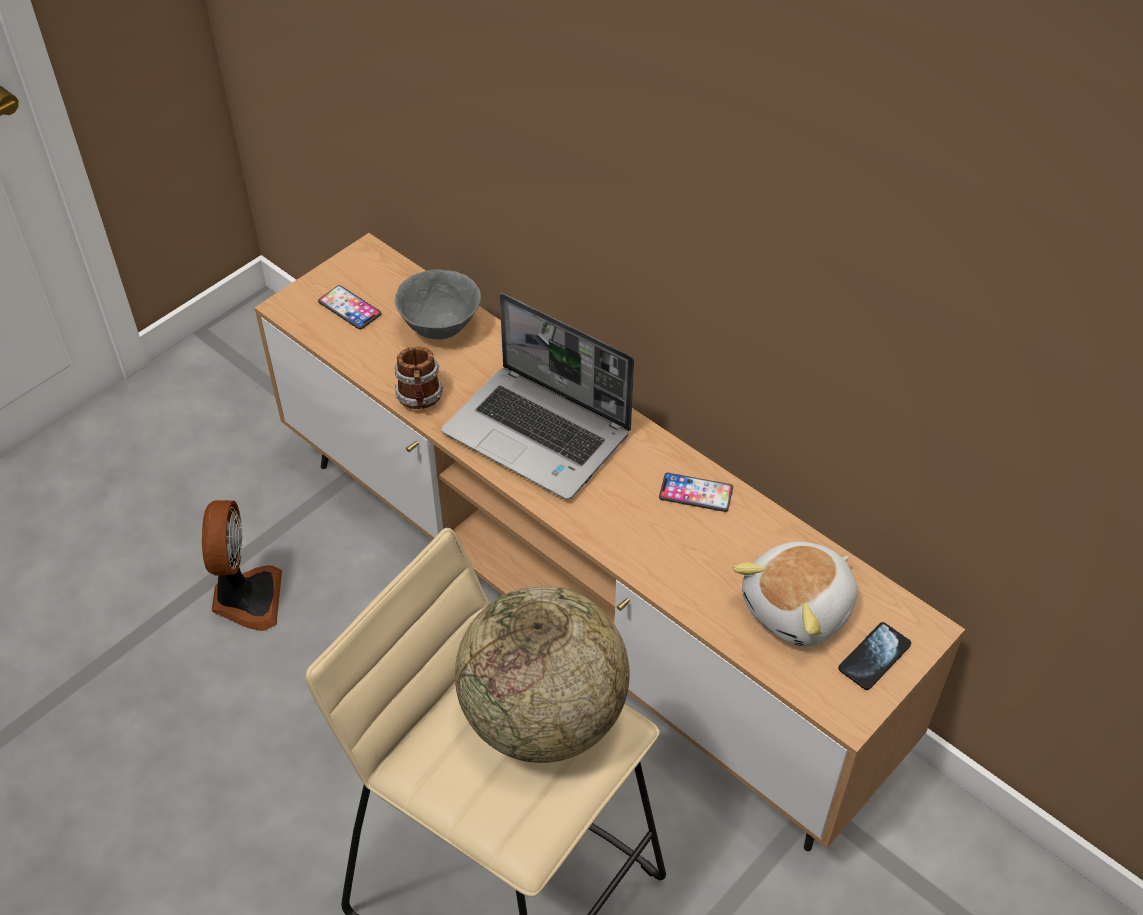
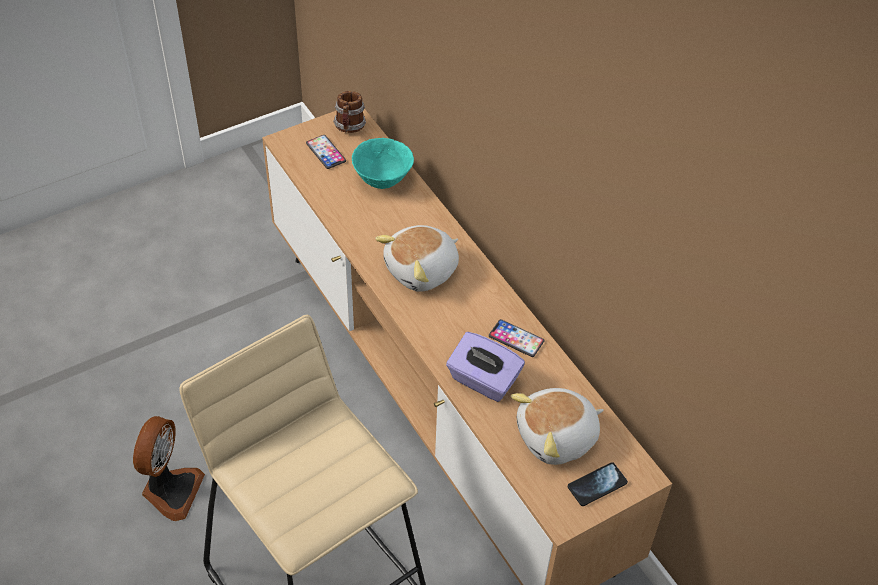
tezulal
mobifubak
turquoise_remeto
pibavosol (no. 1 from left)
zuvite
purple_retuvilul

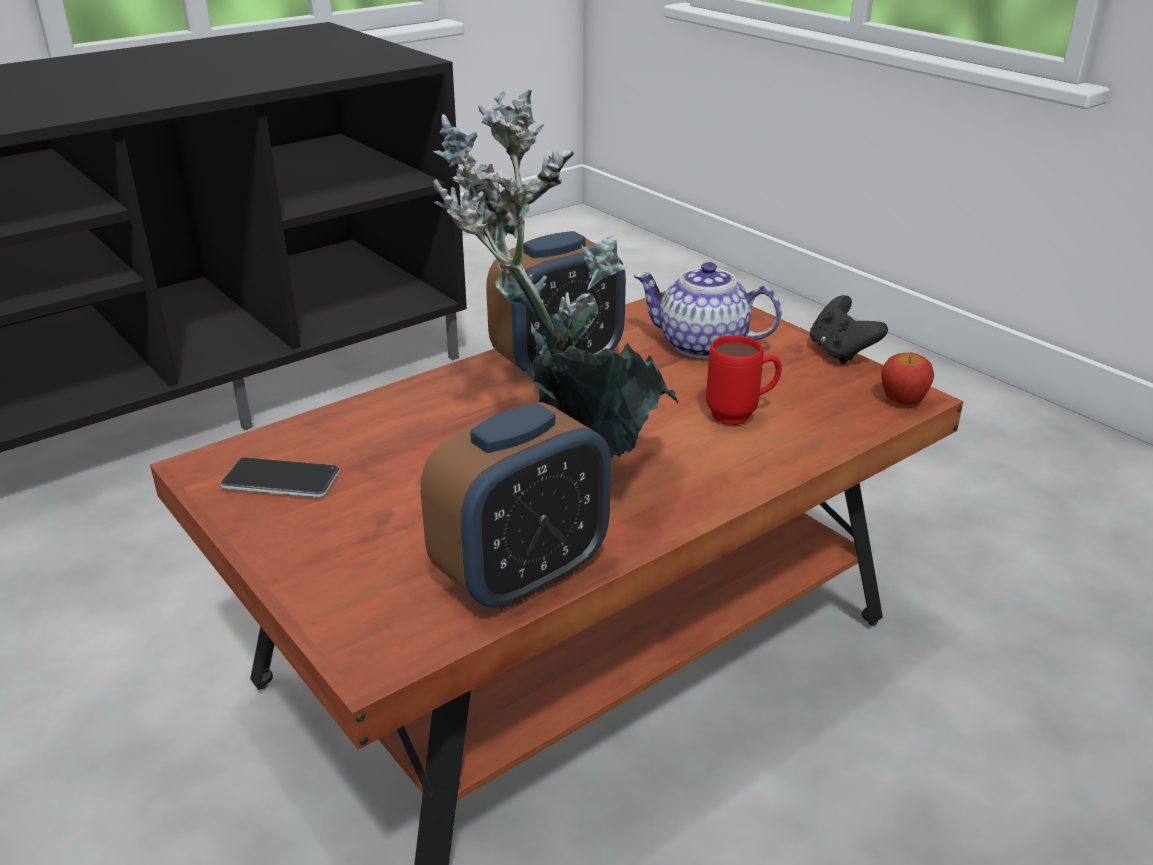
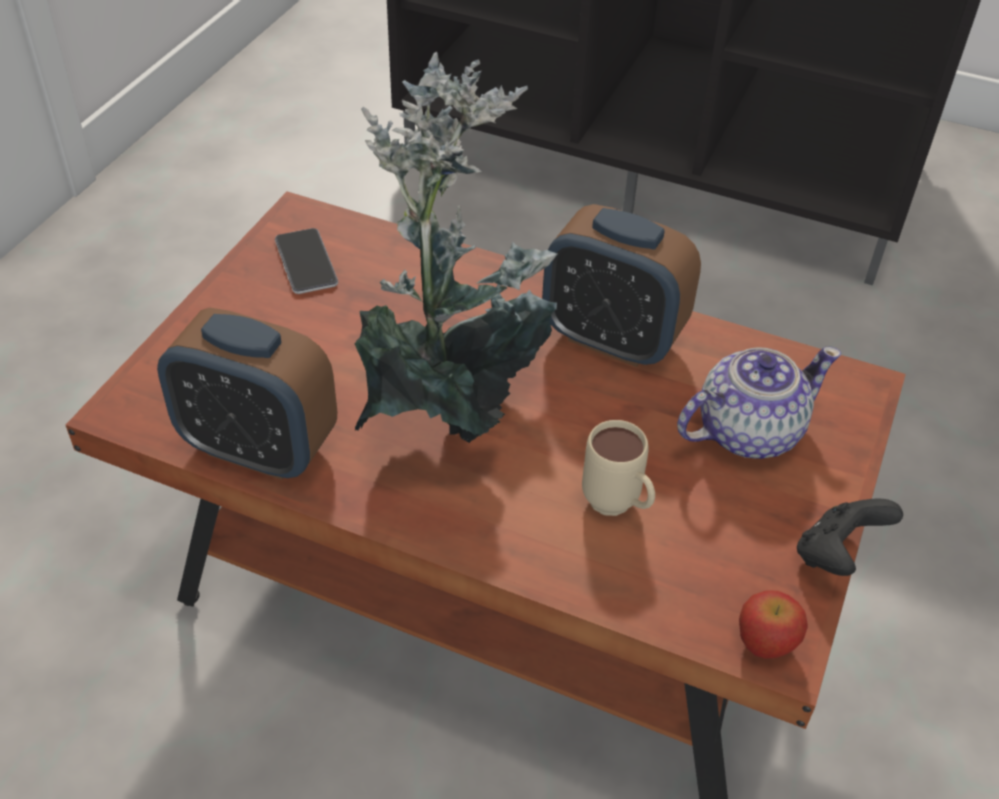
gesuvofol
beige_mobifubak

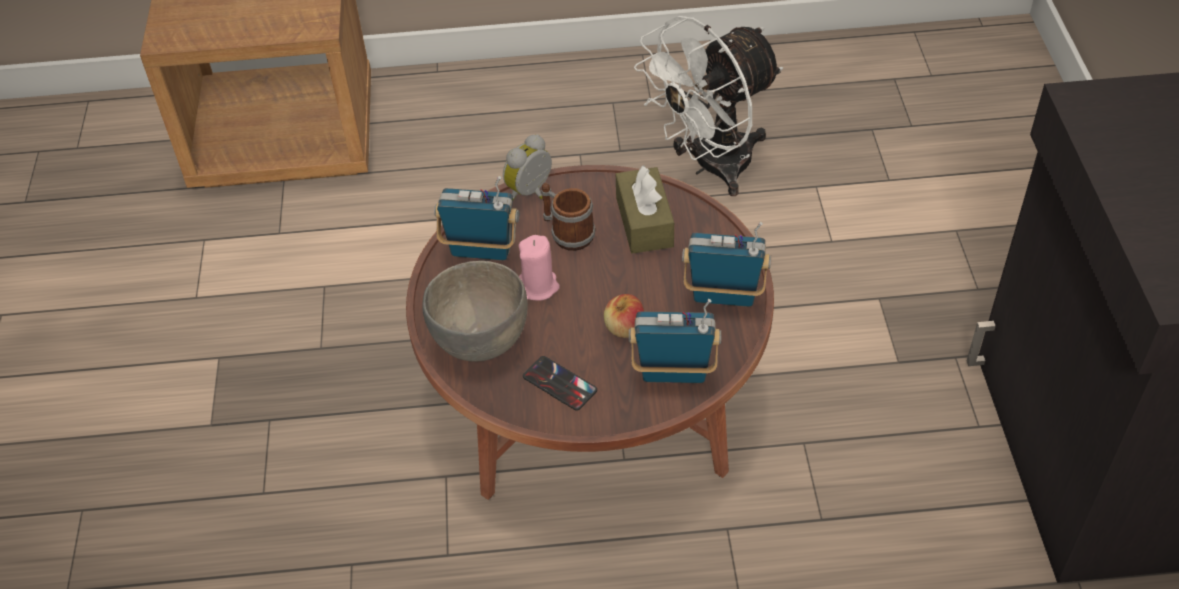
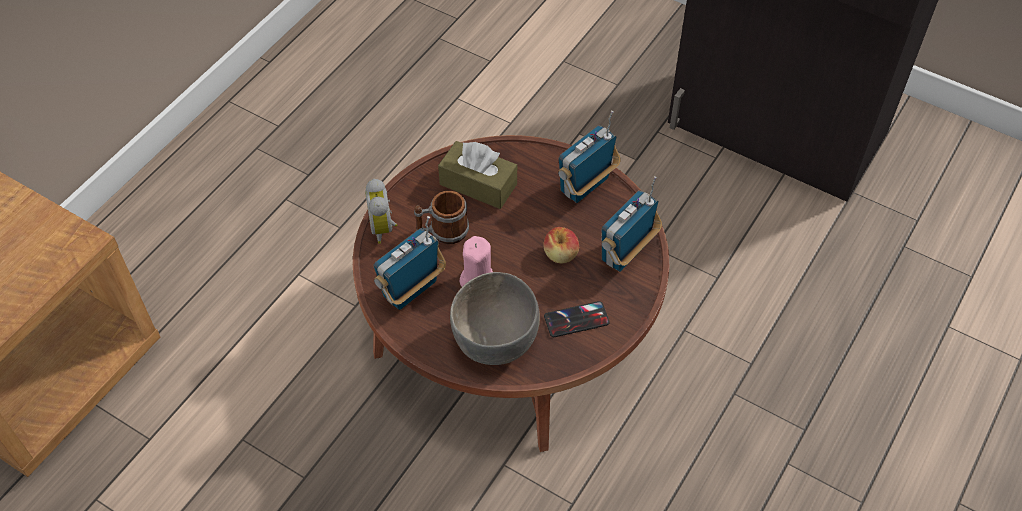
white_tezulal

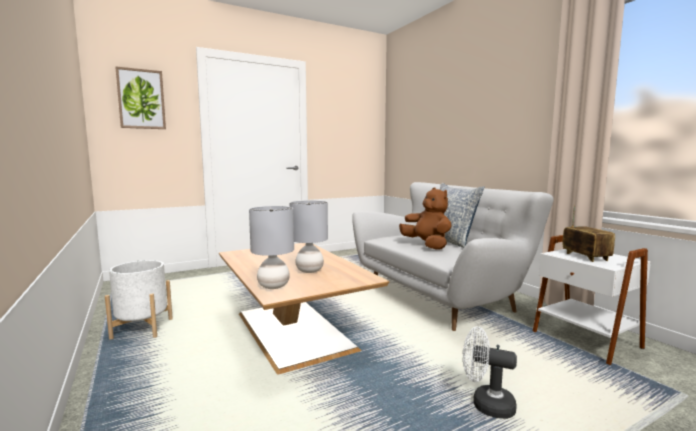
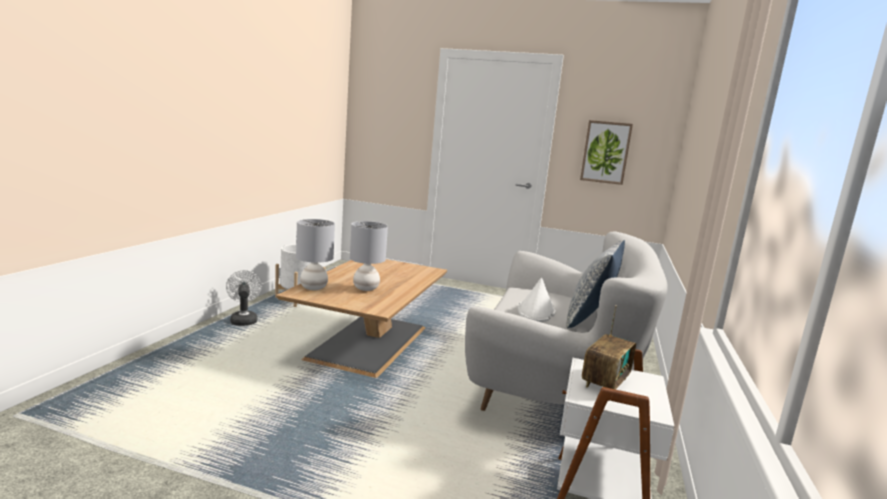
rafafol
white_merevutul
white_tezulal

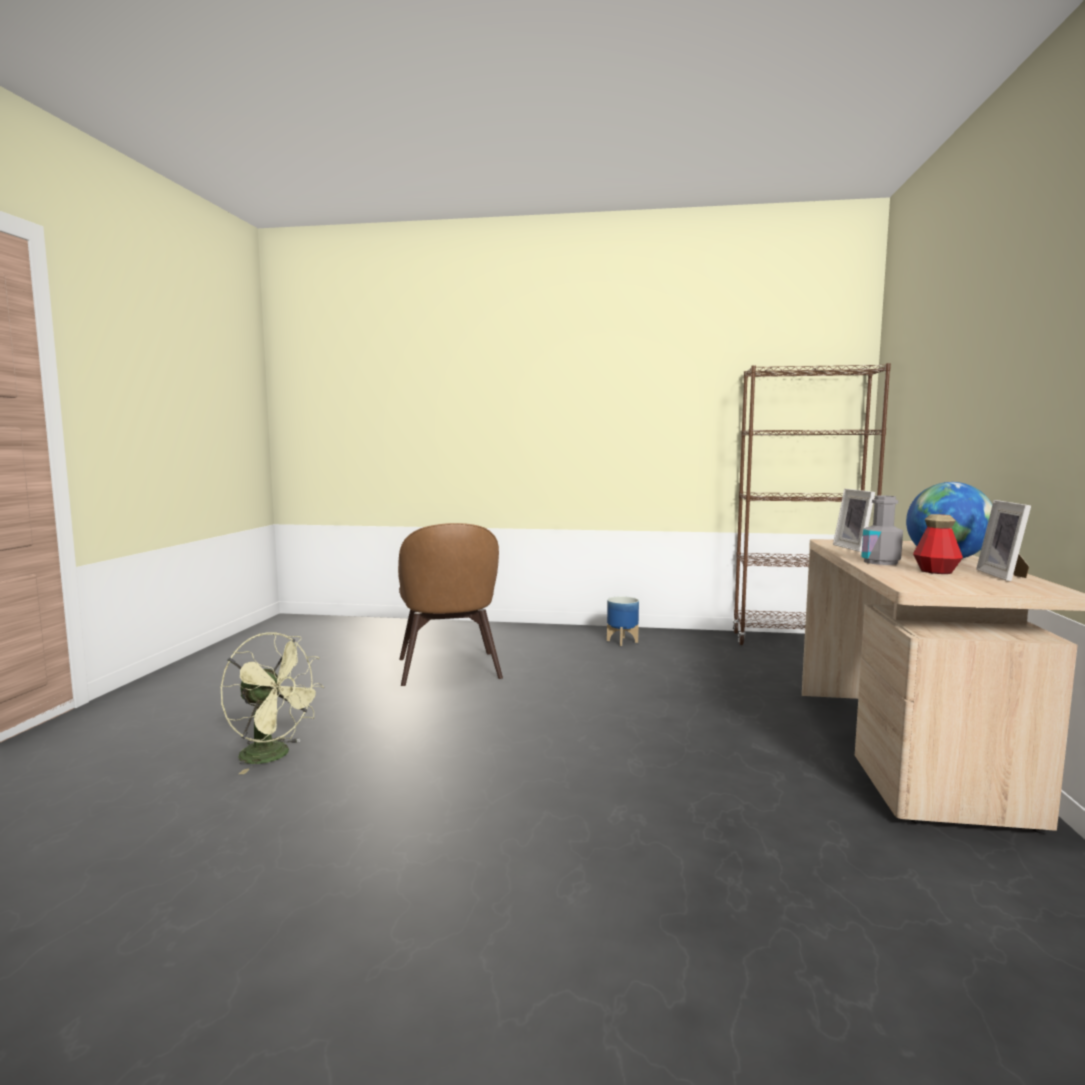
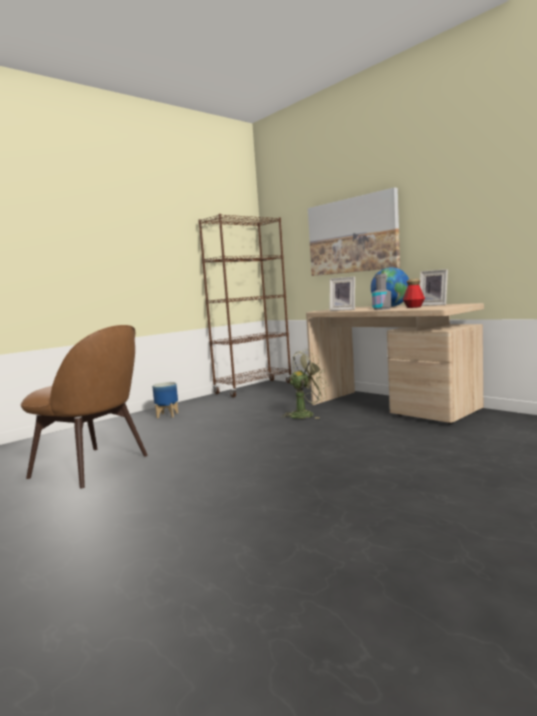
green_tezulal
rafafol

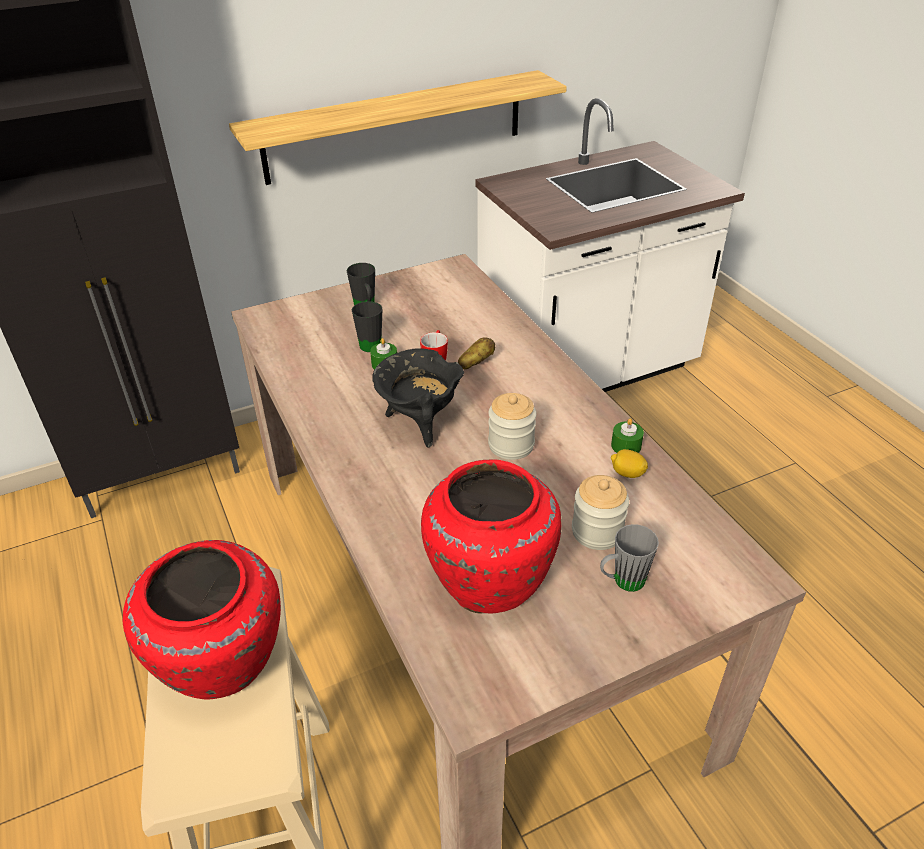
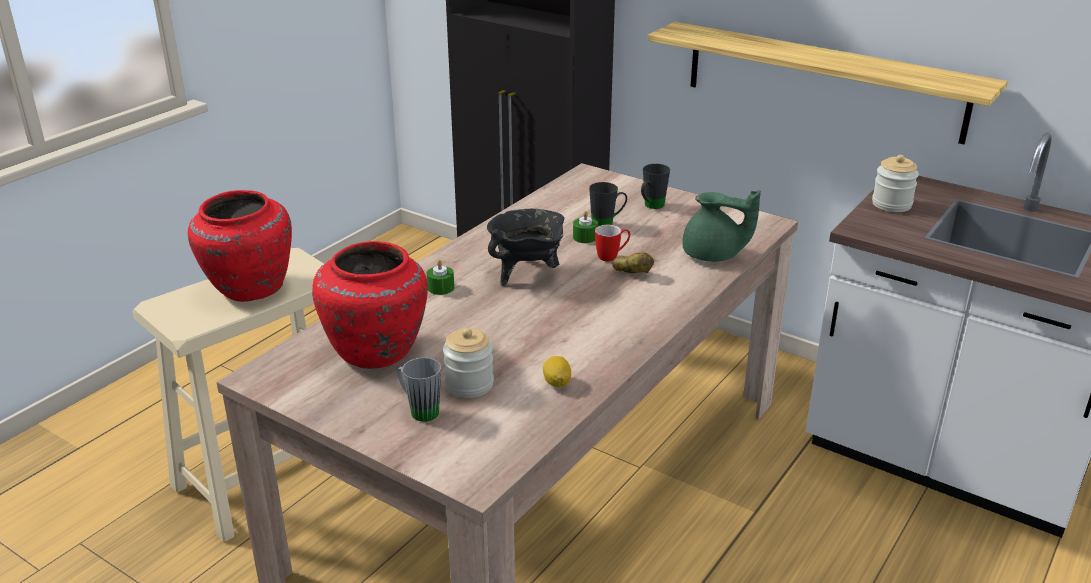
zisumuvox (no. 2 from left)
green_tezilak (no. 1 from left)
green_gesuvofol

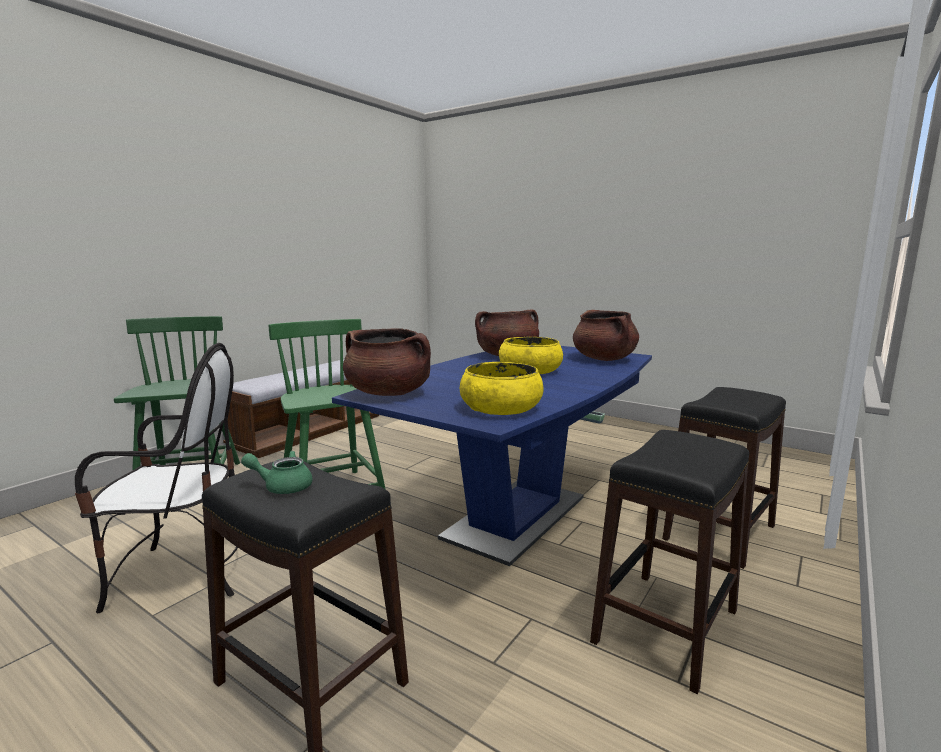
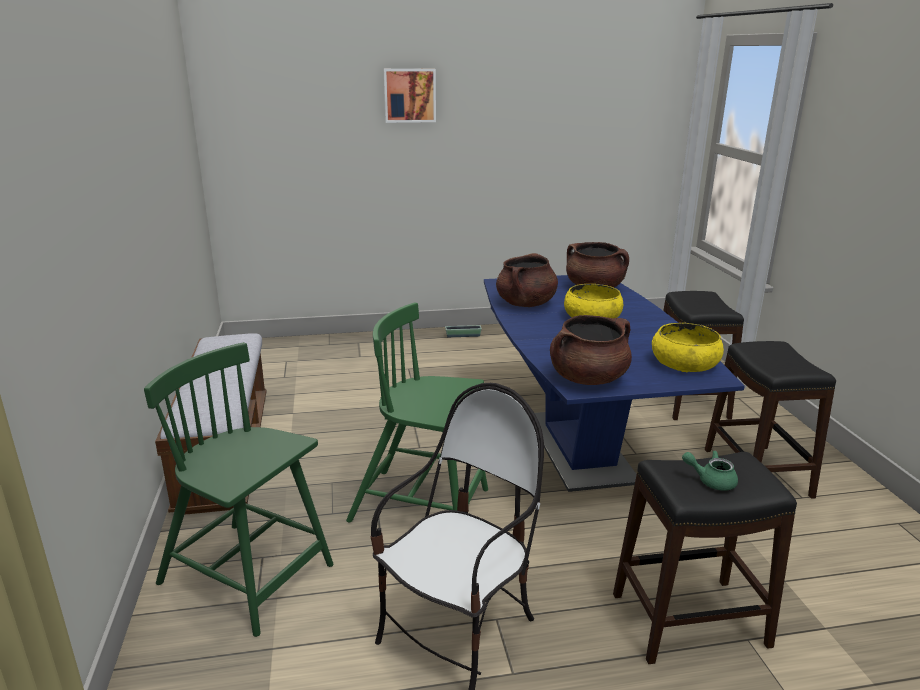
green_gesuvofol
rafafol

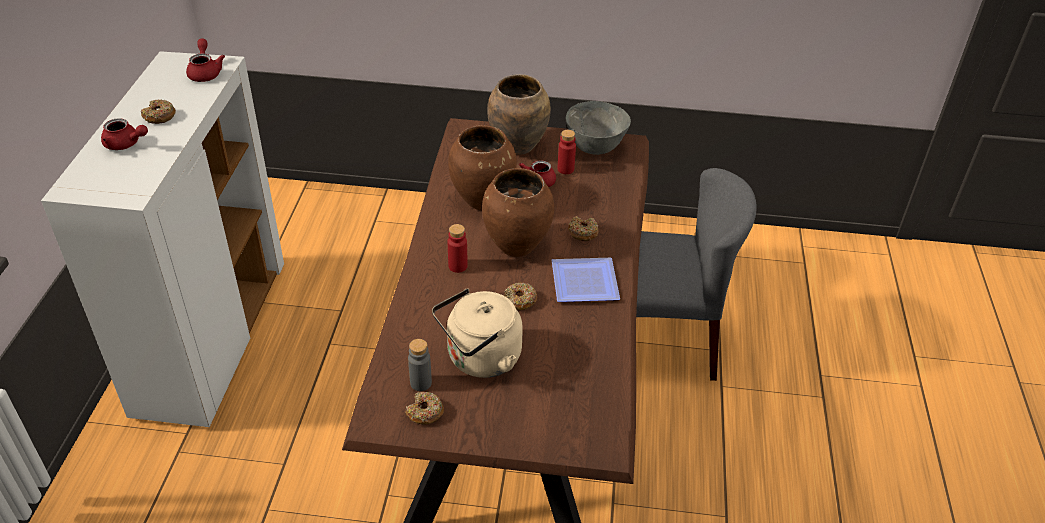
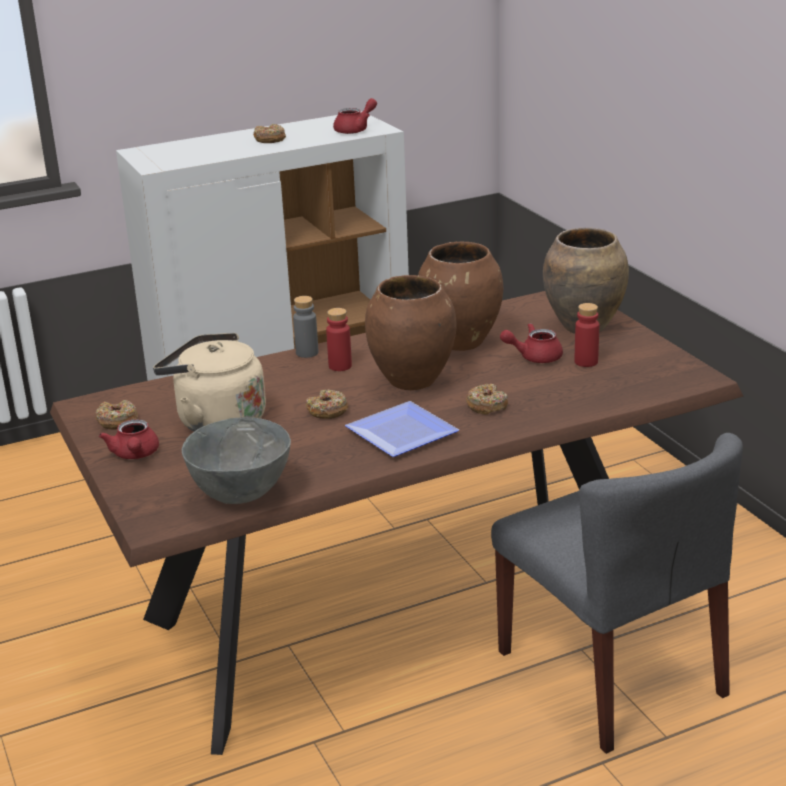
red_gesuvofol (no. 1 from left)
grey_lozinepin
grey_remeto

